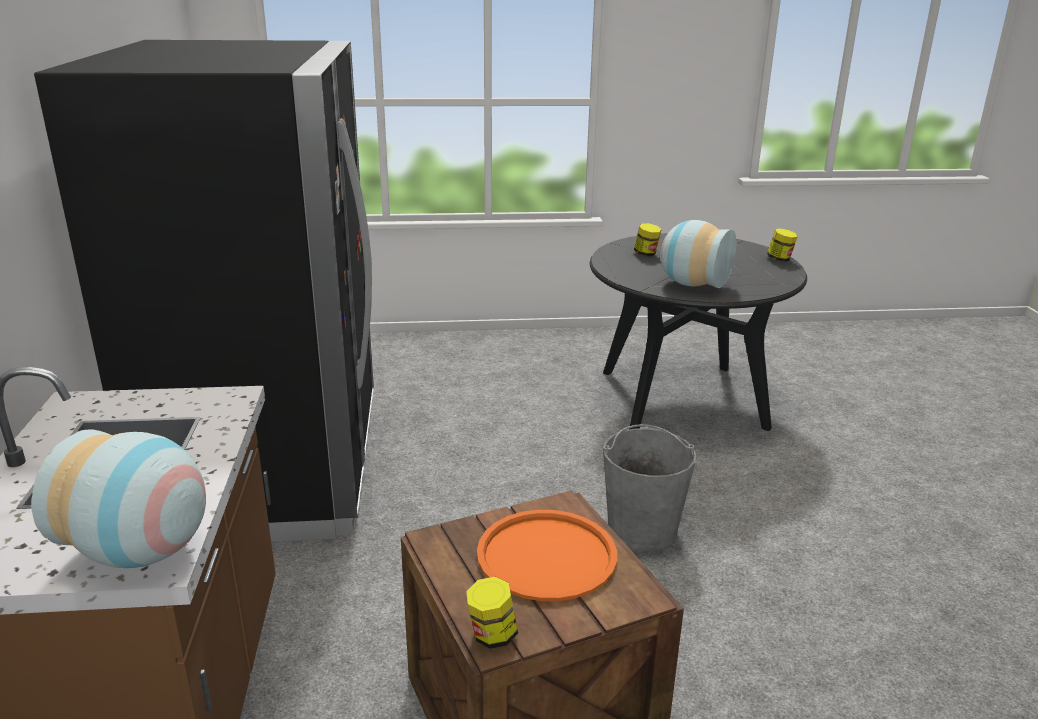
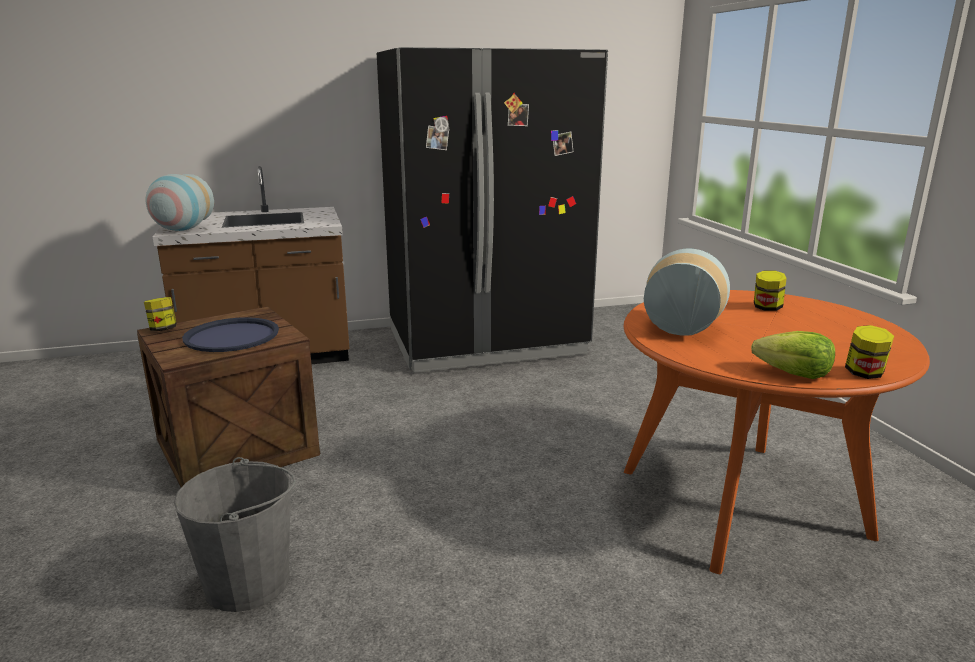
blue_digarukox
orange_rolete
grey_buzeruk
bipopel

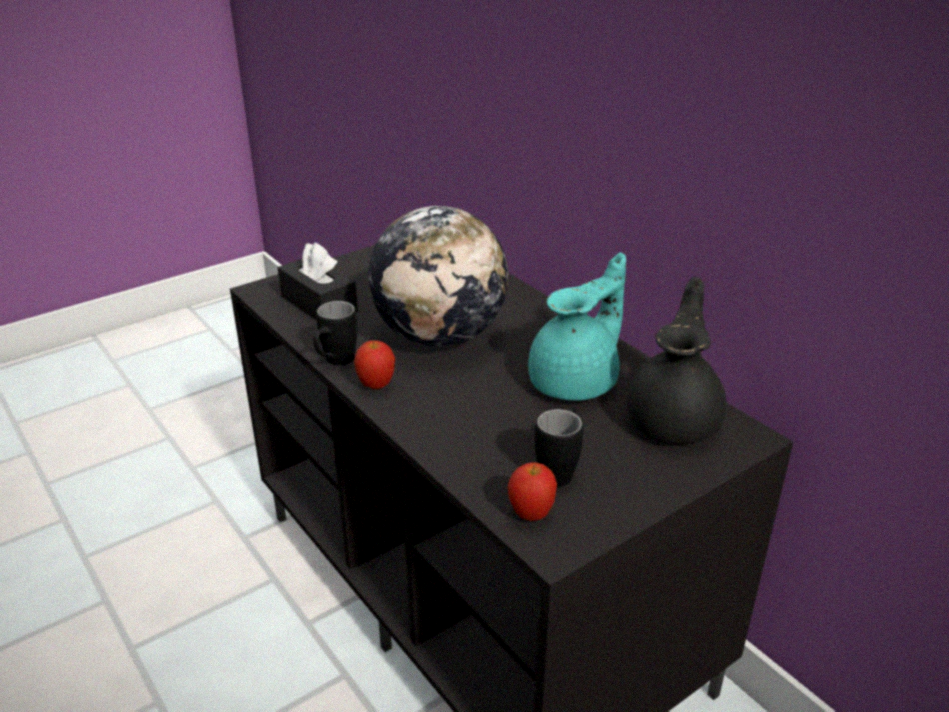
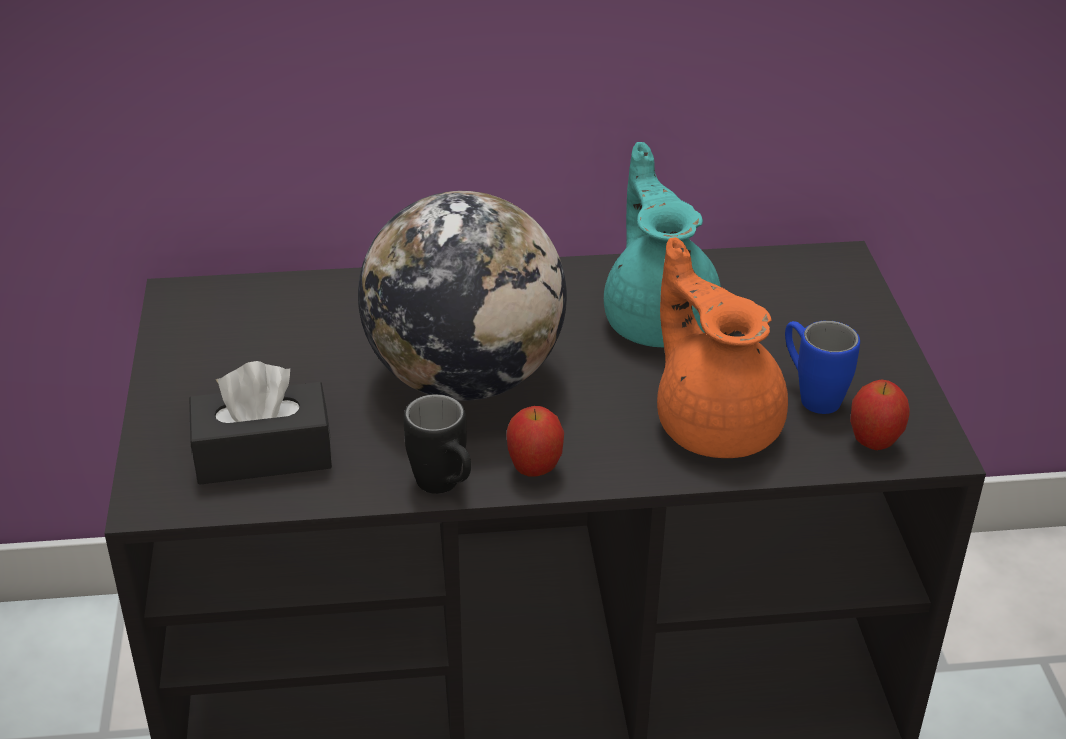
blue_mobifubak
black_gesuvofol
orange_gesuvofol

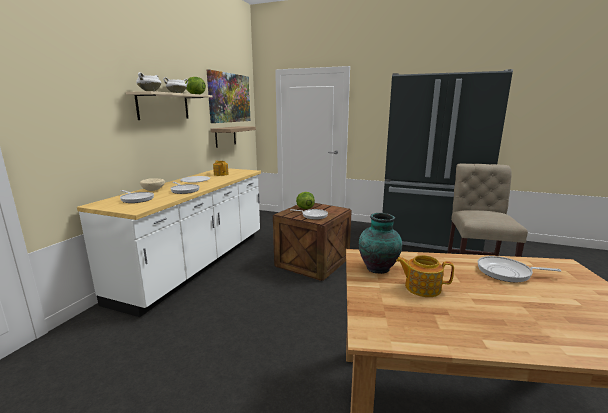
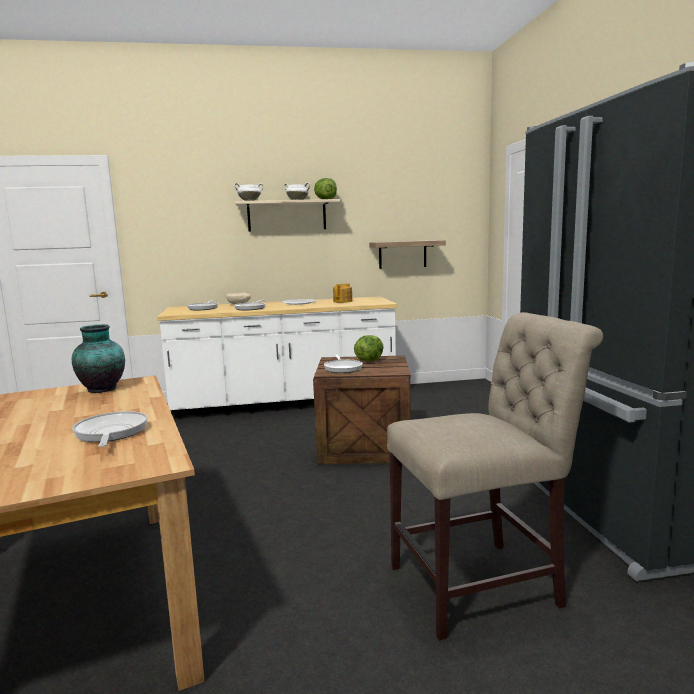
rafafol
gesuvofol (no. 2 from left in the first image)

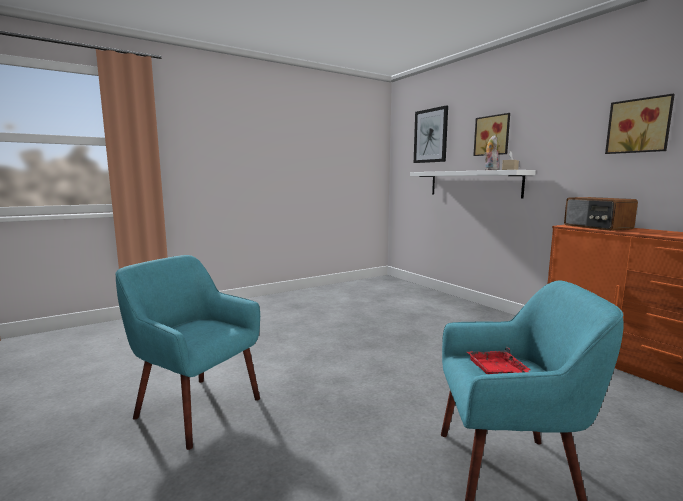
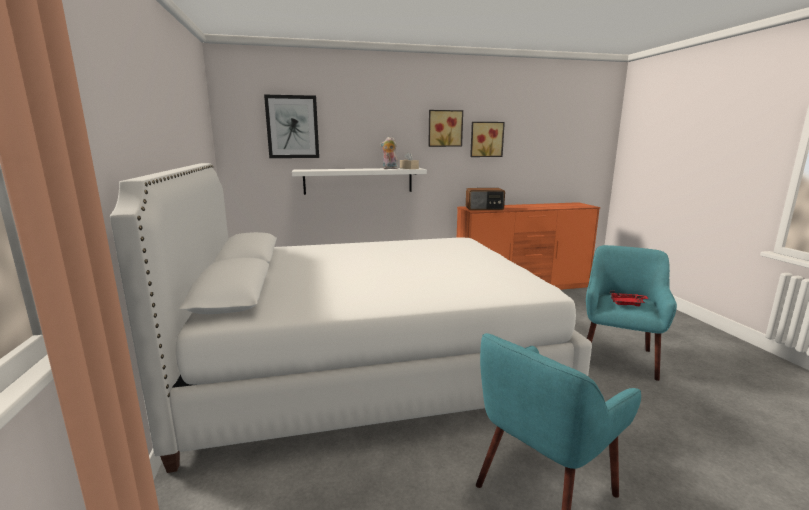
rafafol (no. 2 from left)
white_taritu

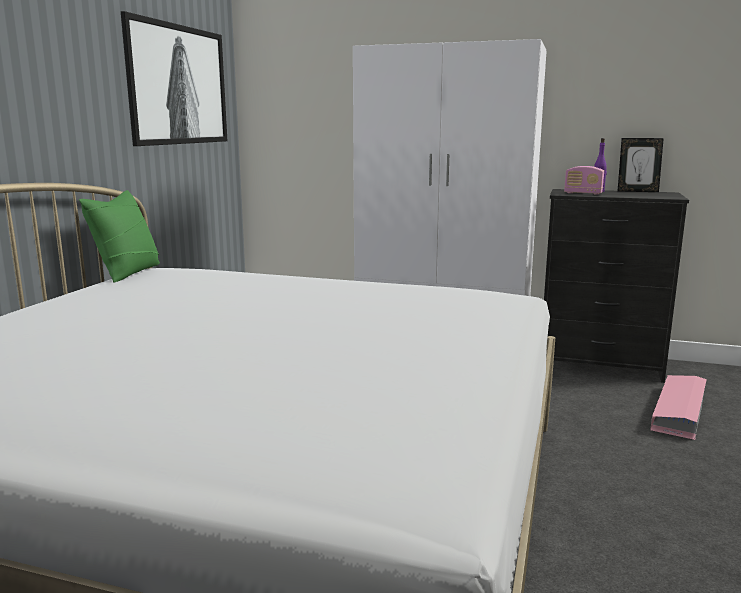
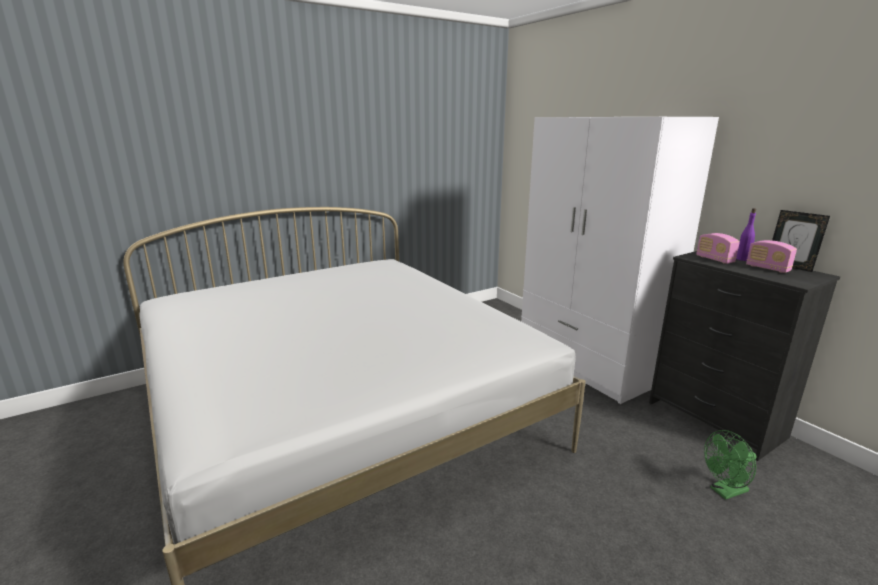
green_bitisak
rafafol
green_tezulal
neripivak (no. 2 from left)

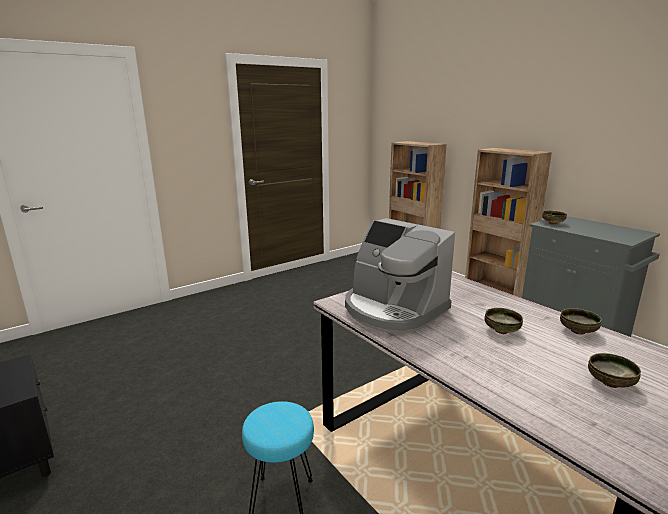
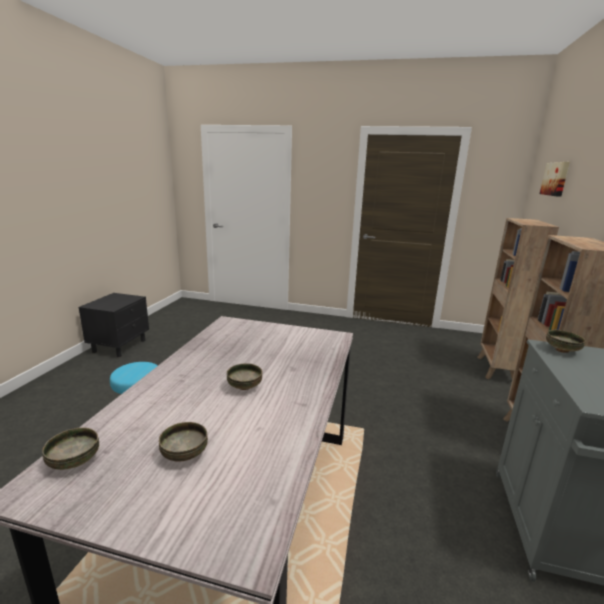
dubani
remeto (no. 1 from left)
rafafol

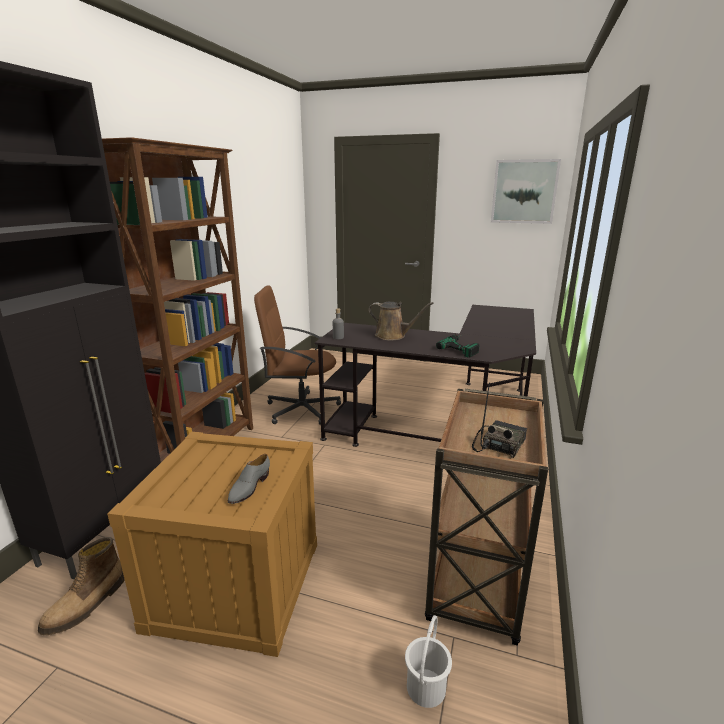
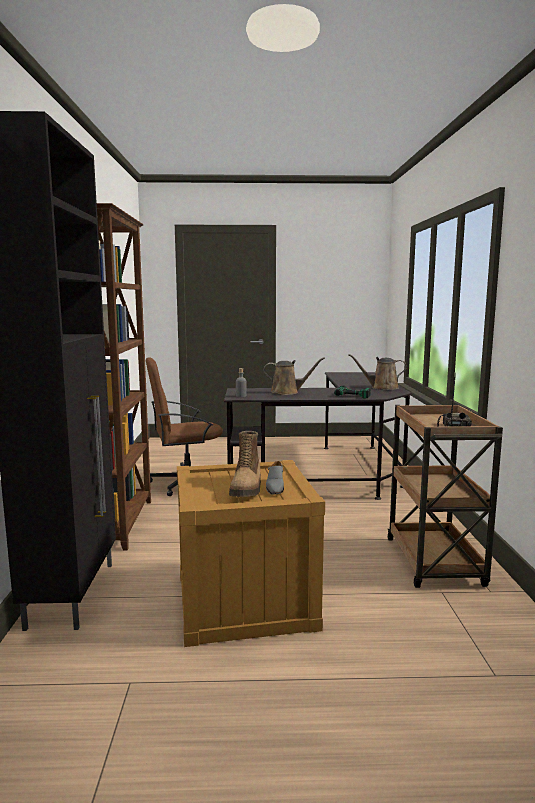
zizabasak
white_buzeruk
rafafol
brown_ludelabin (no. 2 from left)

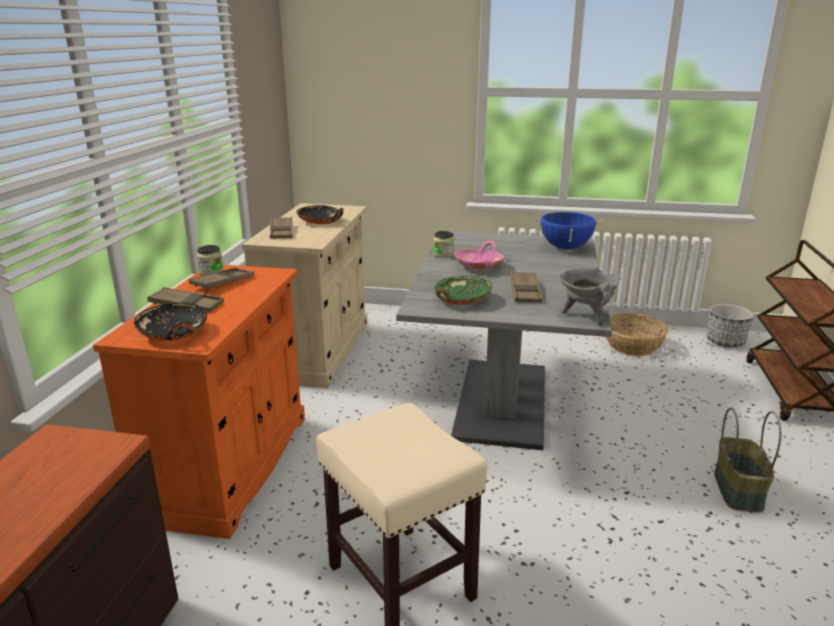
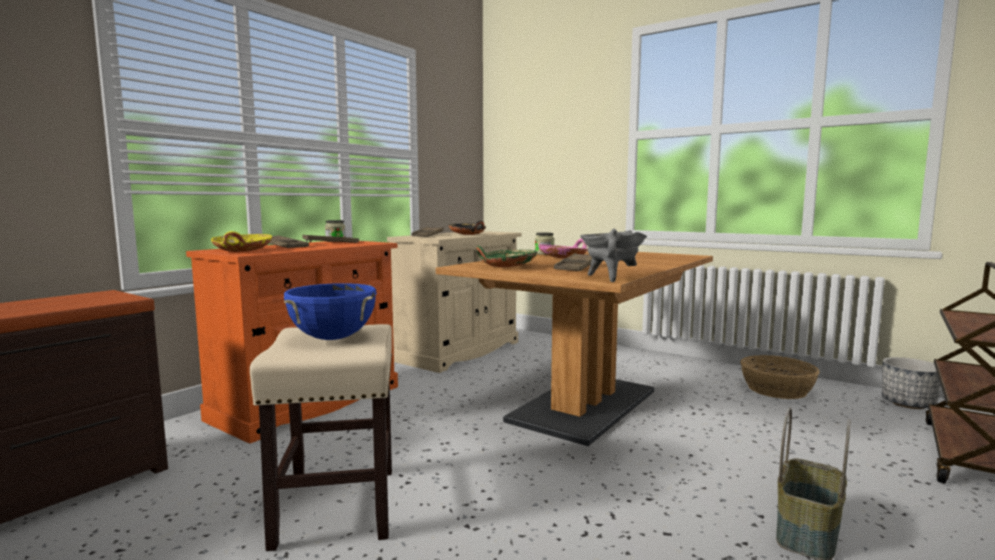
yellow_remeto
brown_rolete
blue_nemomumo

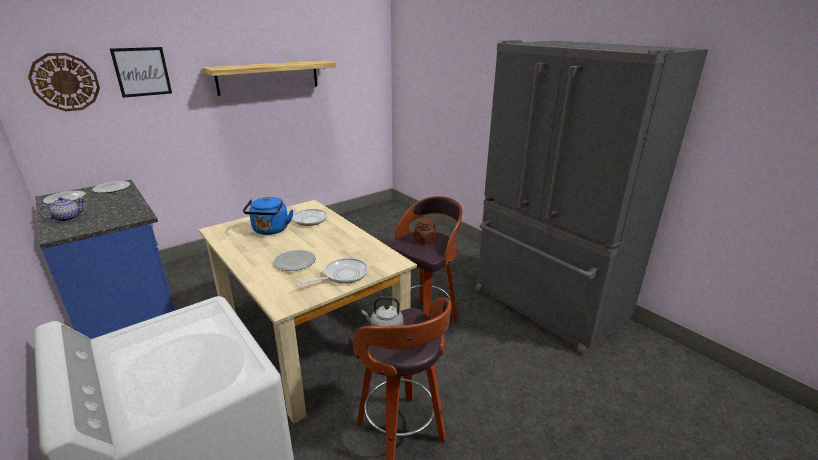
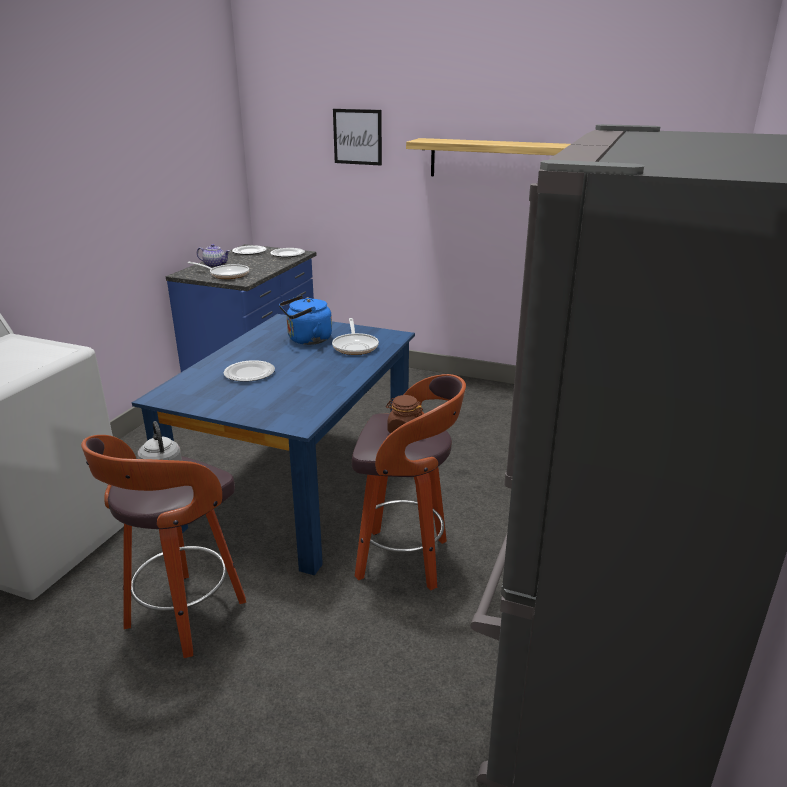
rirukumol
blue_rolete
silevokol (no. 1 from left)

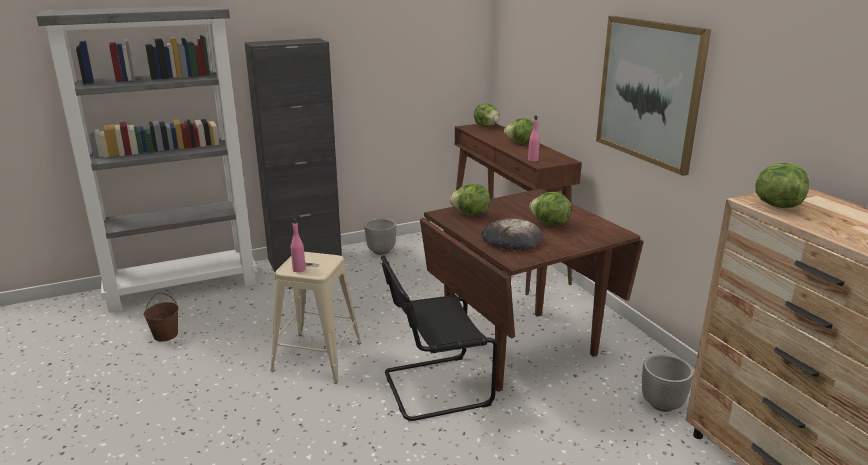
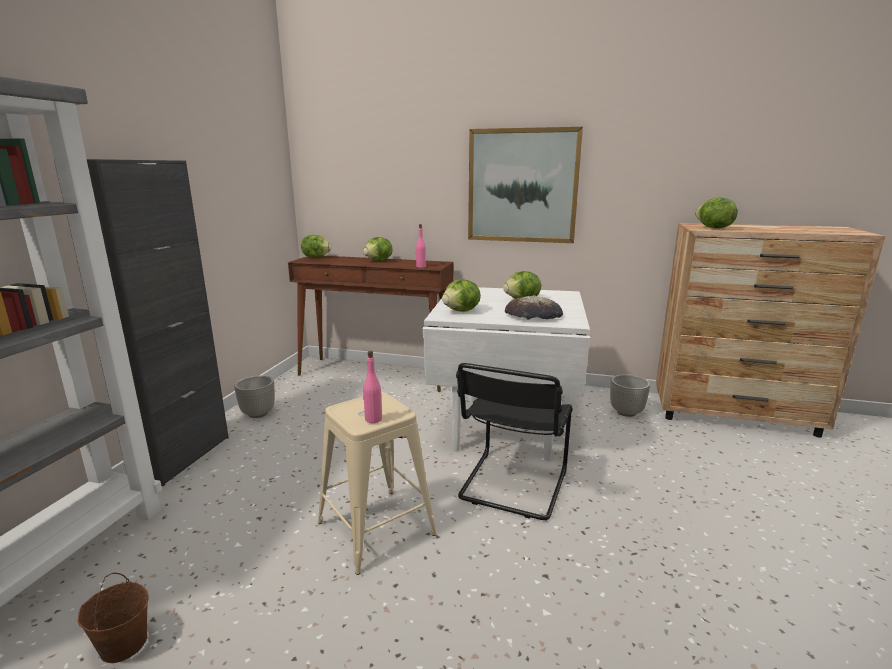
white_rolete

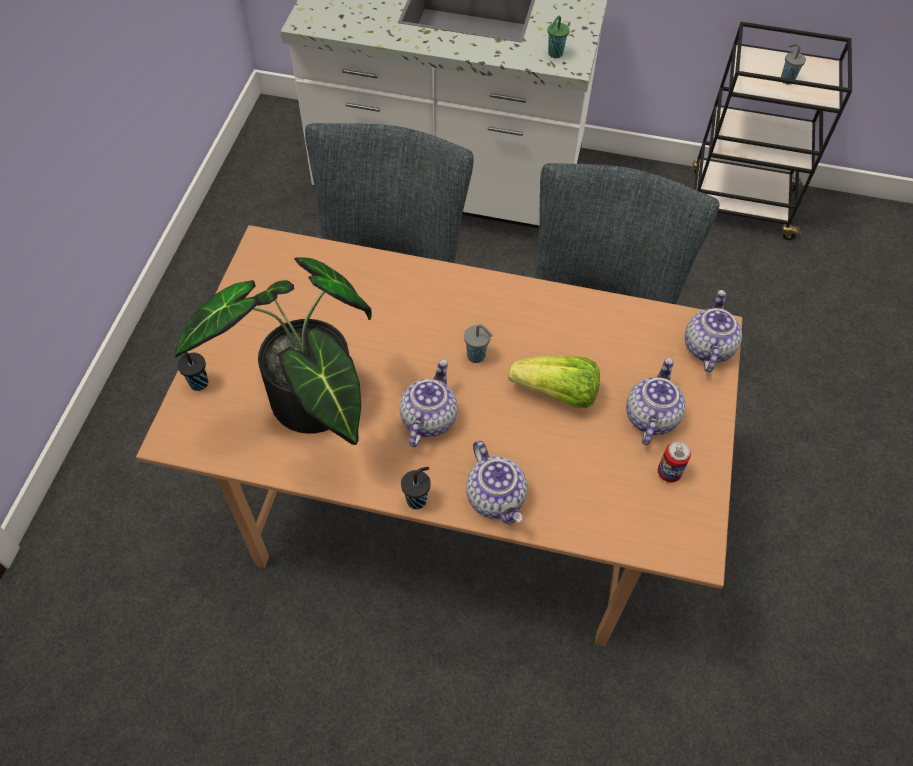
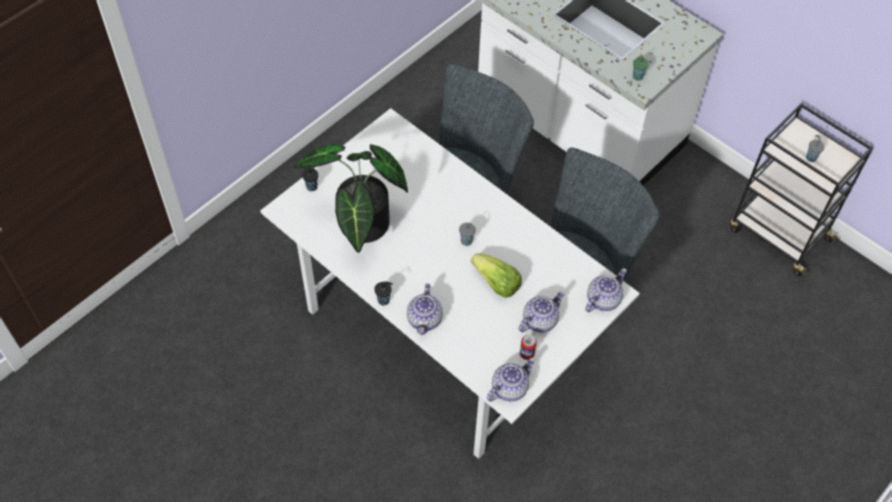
white_rolete
gesuvofol (no. 2 from left)

